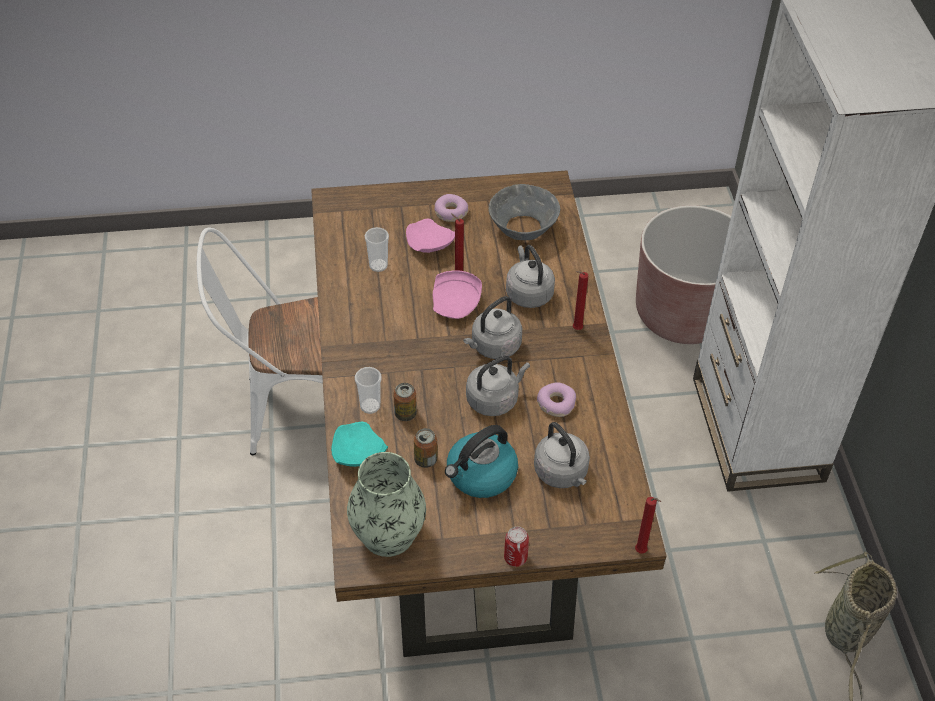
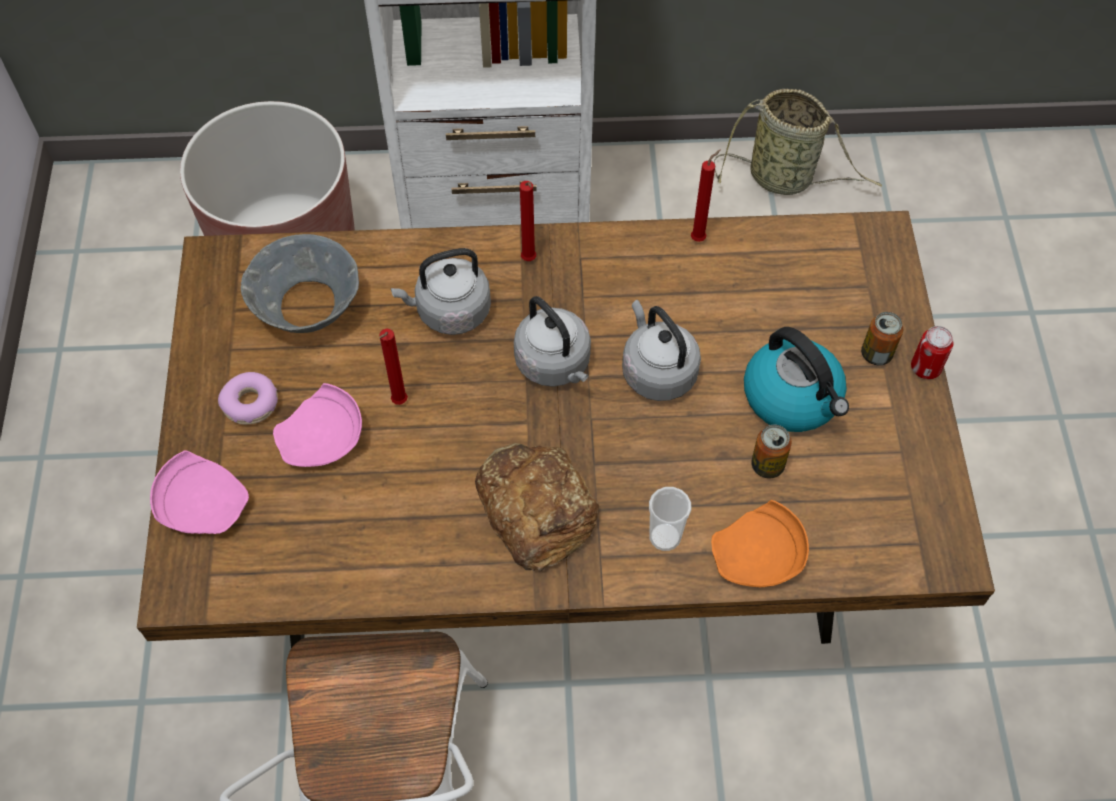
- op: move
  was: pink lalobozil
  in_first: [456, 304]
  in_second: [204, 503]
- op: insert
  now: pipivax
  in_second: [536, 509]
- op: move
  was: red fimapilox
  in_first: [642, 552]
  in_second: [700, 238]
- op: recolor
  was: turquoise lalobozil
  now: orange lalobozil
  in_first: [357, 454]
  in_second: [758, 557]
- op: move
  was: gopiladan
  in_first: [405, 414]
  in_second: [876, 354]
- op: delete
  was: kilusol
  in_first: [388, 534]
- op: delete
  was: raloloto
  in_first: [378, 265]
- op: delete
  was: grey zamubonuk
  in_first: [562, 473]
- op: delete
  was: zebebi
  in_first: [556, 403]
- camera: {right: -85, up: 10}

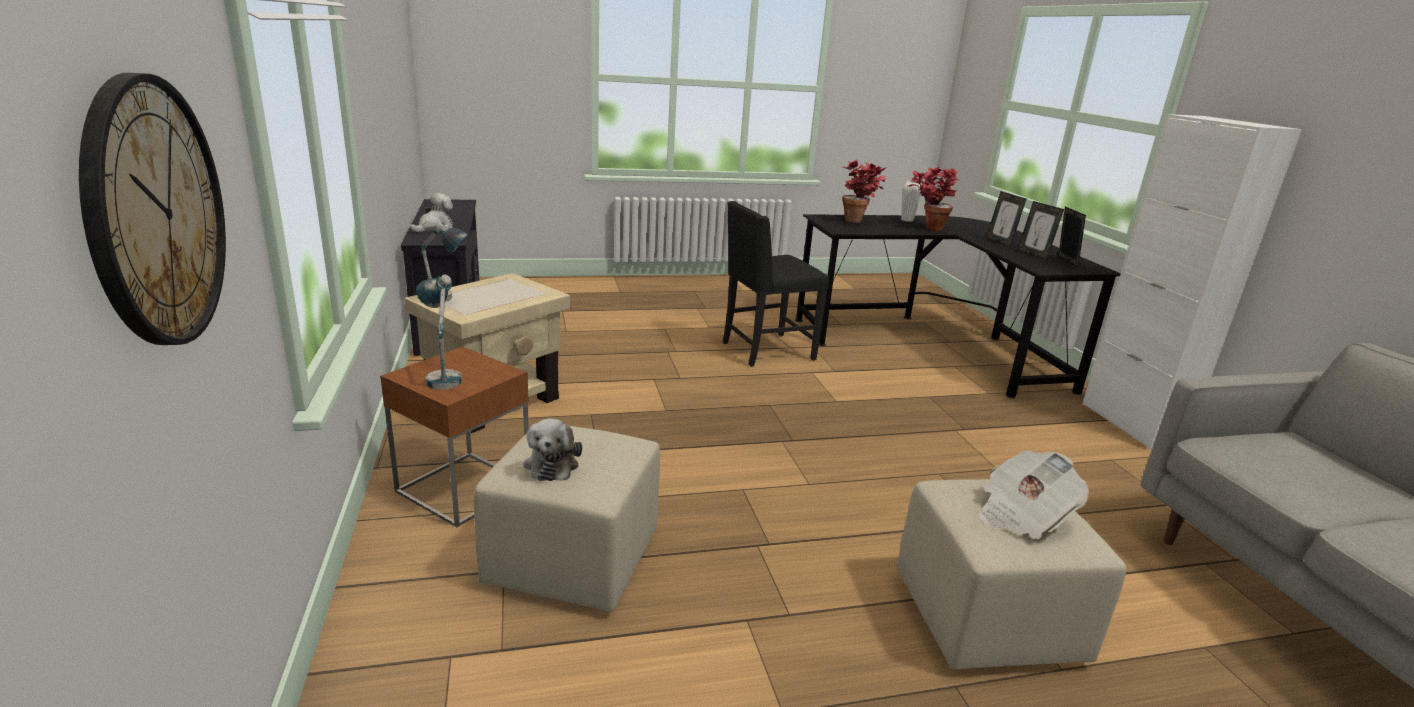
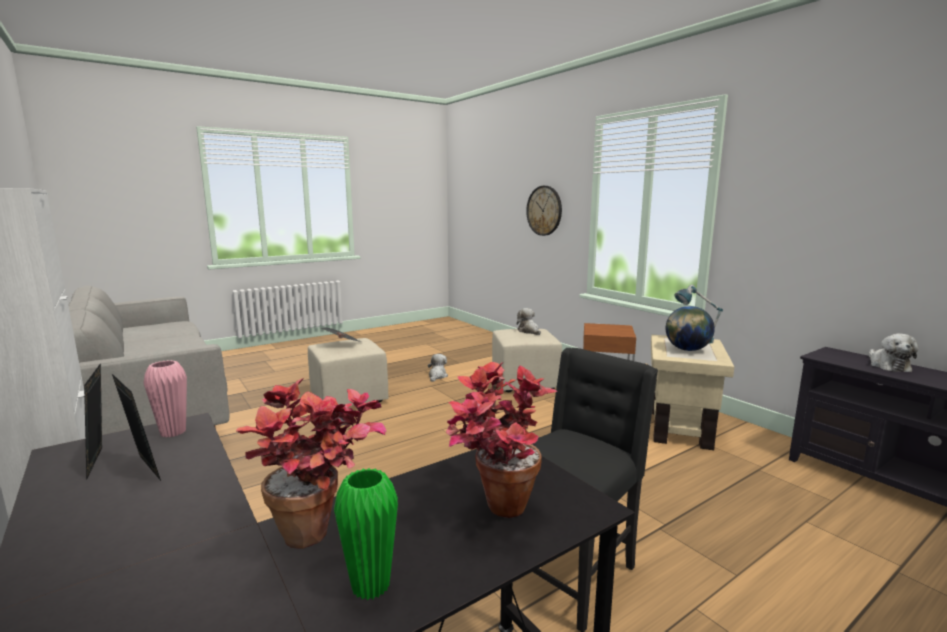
- op: insert
  now: pink kilusol
  in_second: [173, 432]
- op: recolor
  was: white kilusol
  now: green kilusol
  in_first: [907, 220]
  in_second: [370, 586]
- op: insert
  now: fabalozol
  in_second: [437, 376]
- op: insert
  now: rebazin
  in_second: [687, 350]
- op: delete
  was: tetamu
  in_first: [442, 375]
- op: delete
  was: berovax
  in_first: [1000, 242]
- camera: {right: 160, up: -10}

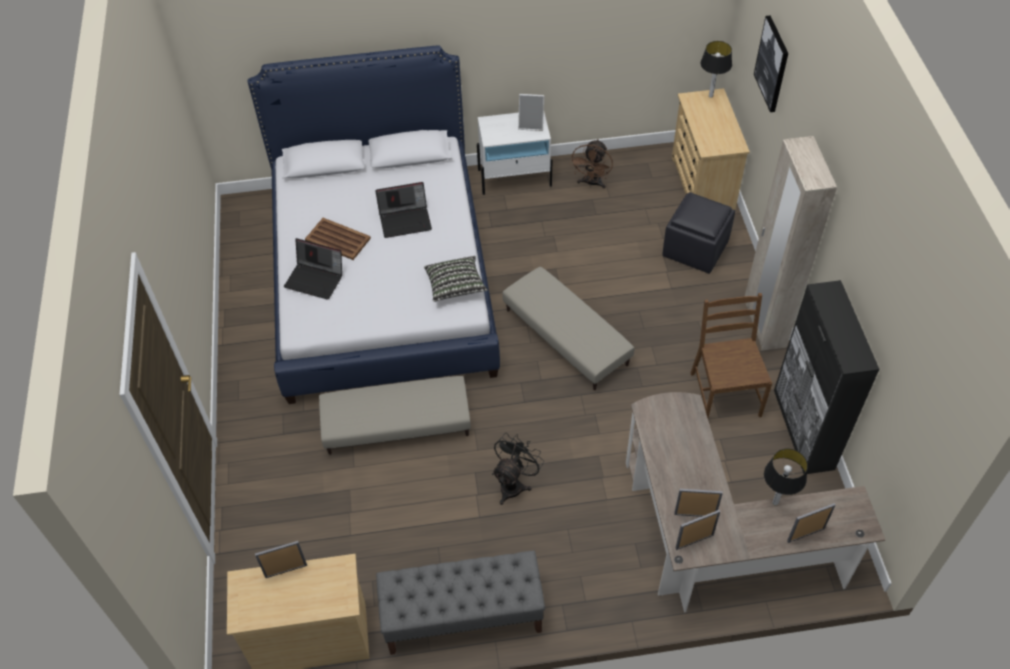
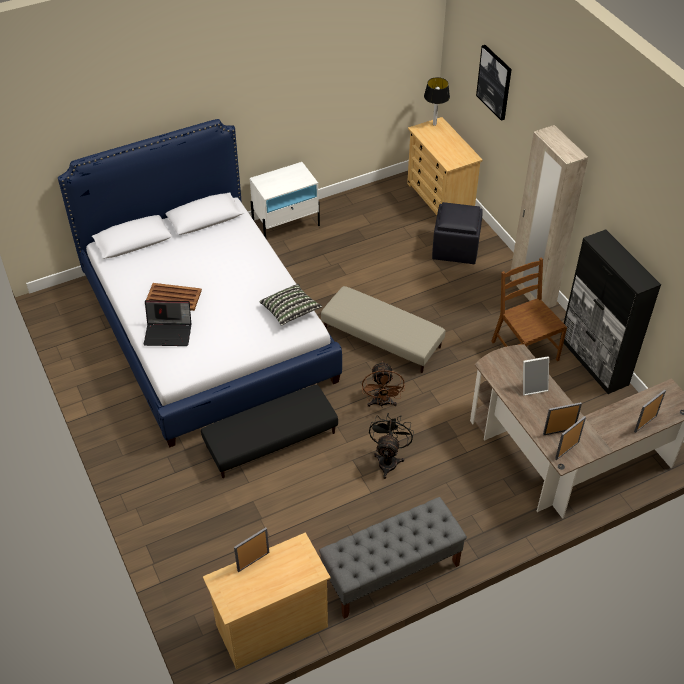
- op: recolor
  was: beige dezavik
  now: black dezavik
  in_first: [397, 424]
  in_second: [270, 439]
- op: move
  was: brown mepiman
  in_first: [591, 183]
  in_second: [381, 403]
- op: move
  was: berovax
  in_first: [531, 124]
  in_second: [533, 386]
- op: delete
  was: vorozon
  in_first: [406, 220]
- op: delete
  was: tetamu
  in_first: [775, 503]
- camera: {right: -20, up: -5}

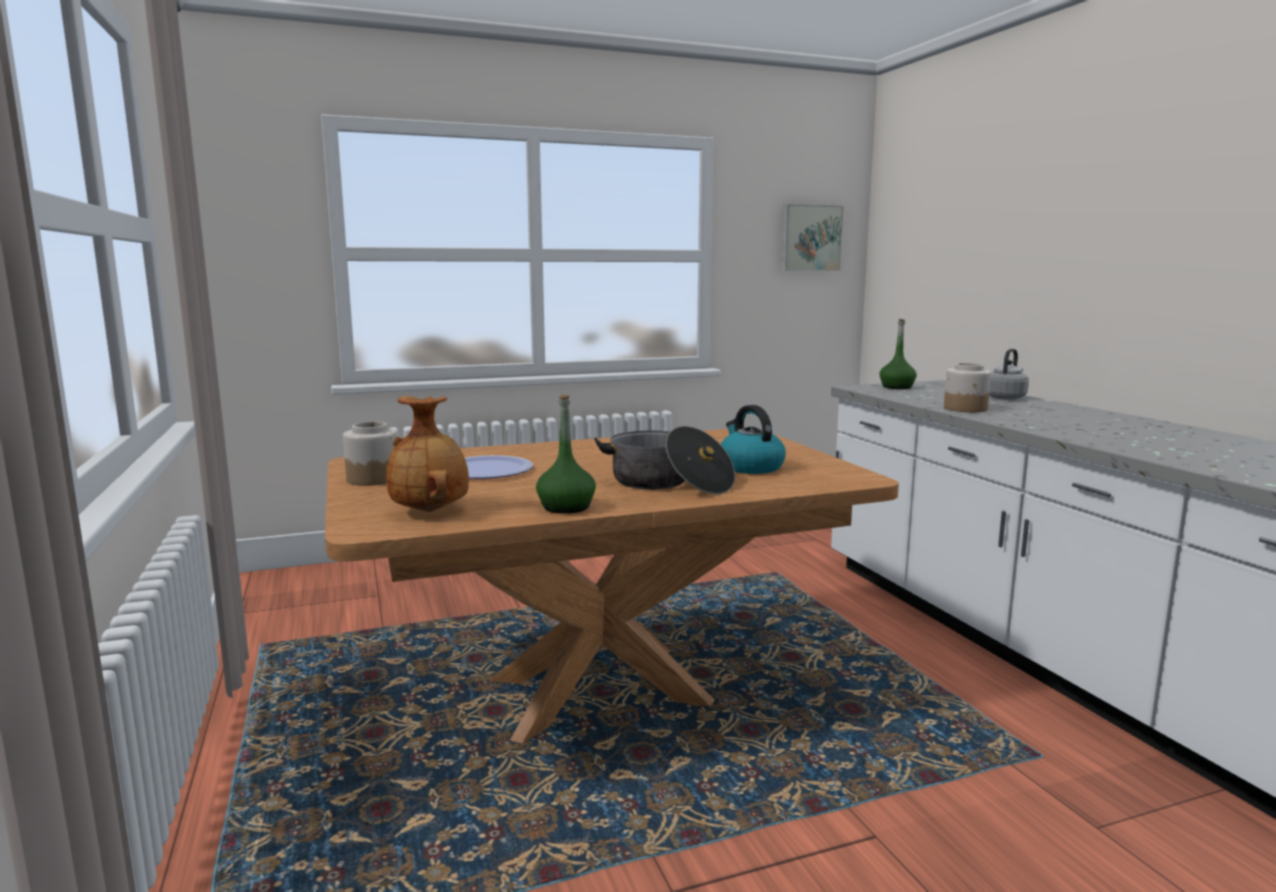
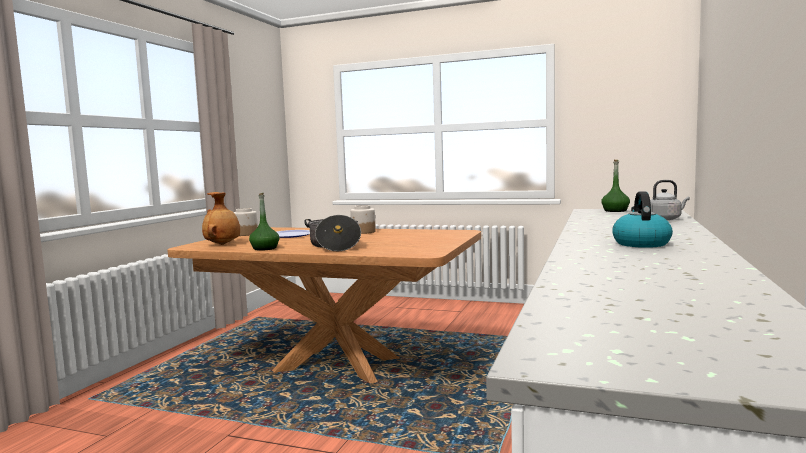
- op: move
  was: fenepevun
  in_first: [966, 409]
  in_second: [363, 232]
- op: move
  was: zamubonuk
  in_first: [750, 467]
  in_second: [640, 243]
- op: delete
  was: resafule
  in_first: [810, 238]
- camera: {right: 40, up: -5}

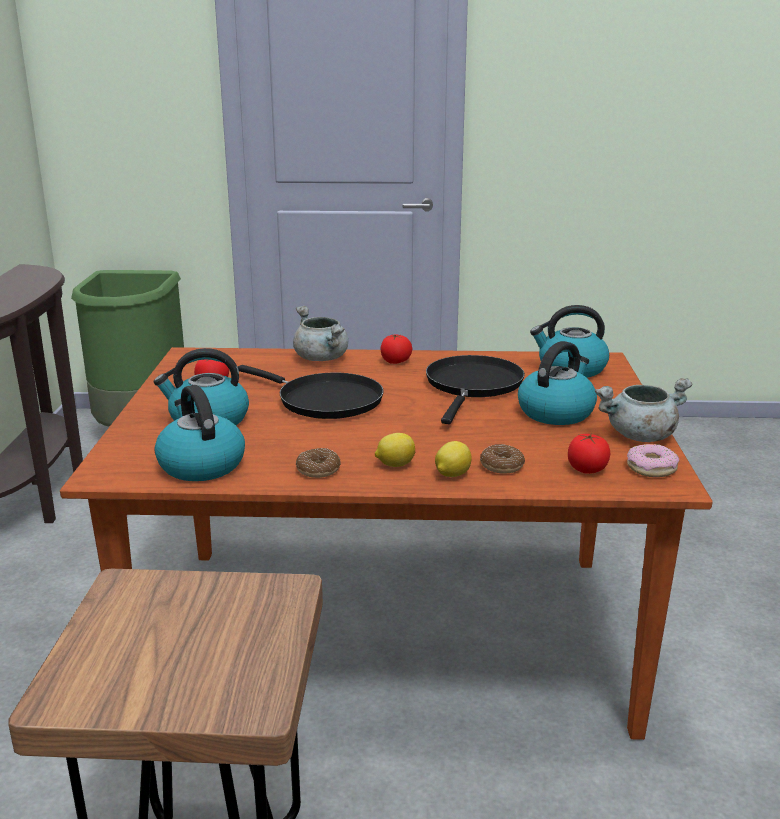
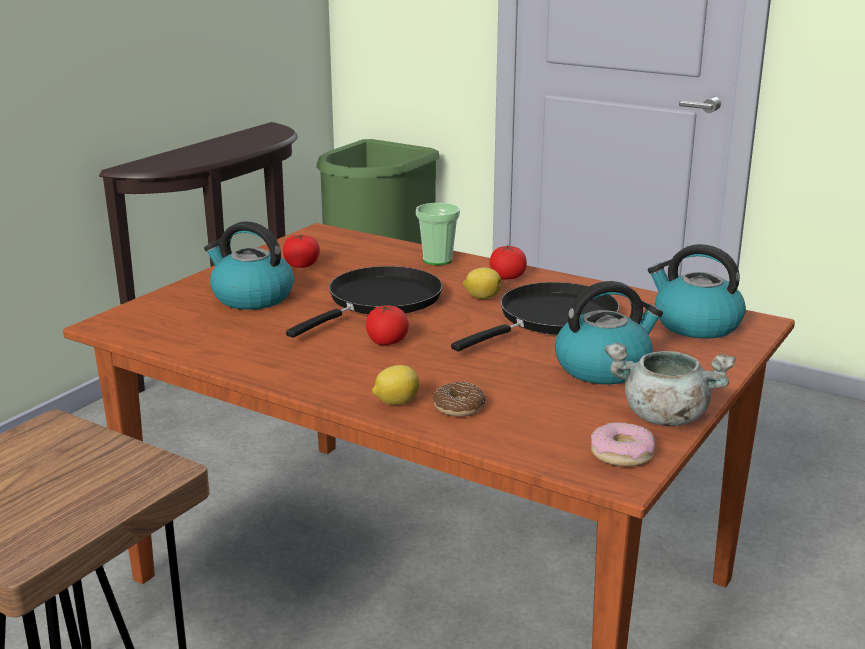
- op: rotate
  was: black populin
  in_first: [324, 400]
  in_second: [380, 301]
  clockwise: -120
- op: move
  was: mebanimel
  in_first: [587, 469]
  in_second: [387, 342]
- op: replace
  was: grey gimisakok
  now: raloloto
  in_first: [322, 359]
  in_second: [437, 260]
- op: move
  was: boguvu
  in_first: [395, 465]
  in_second: [481, 297]
- op: delete
  was: zamubonuk
  in_first: [200, 465]
- op: delete
  was: zebebi
  in_first: [318, 470]
- camera: {right: 30, up: 0}

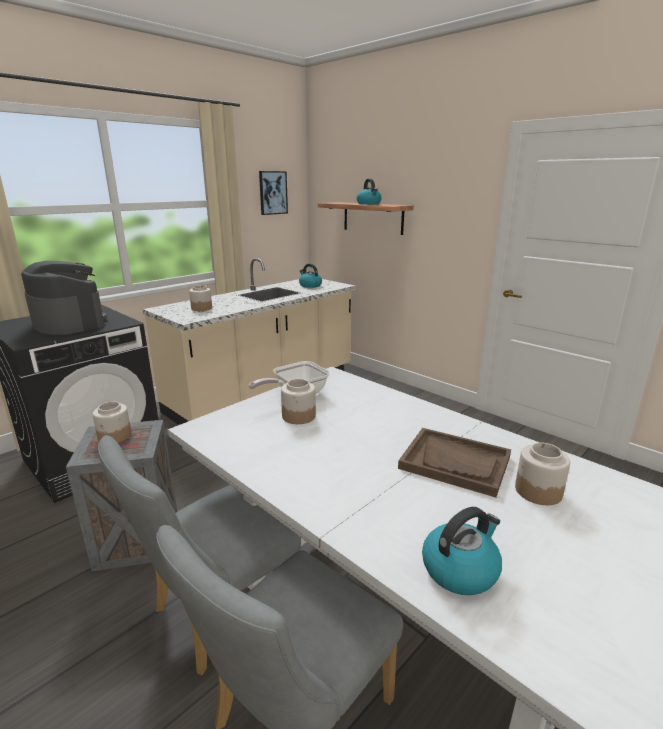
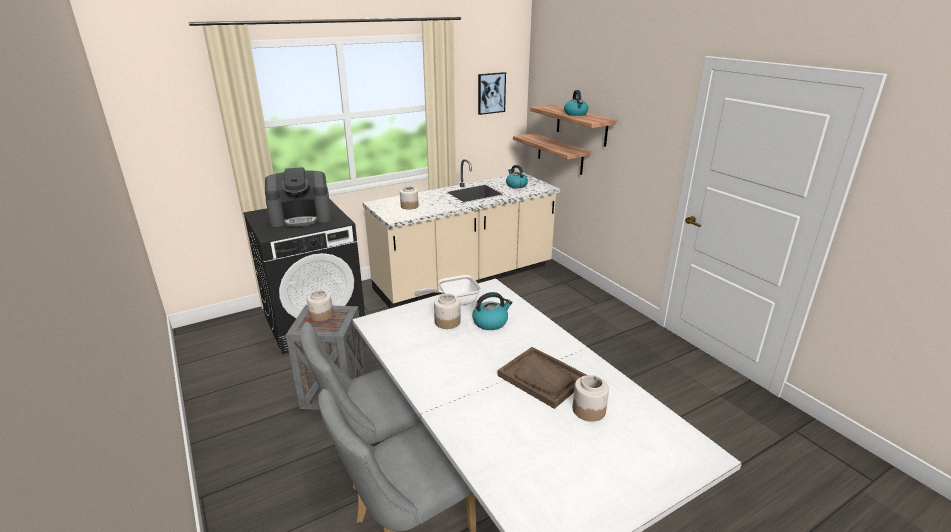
- op: rotate
  was: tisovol
  in_first: [69, 323]
  in_second: [301, 218]
  clockwise: 105
- op: move
  was: zamubonuk
  in_first: [460, 569]
  in_second: [490, 322]
- op: insert
  now: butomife
  in_second: [560, 153]
- camera: {right: 15, up: 5}

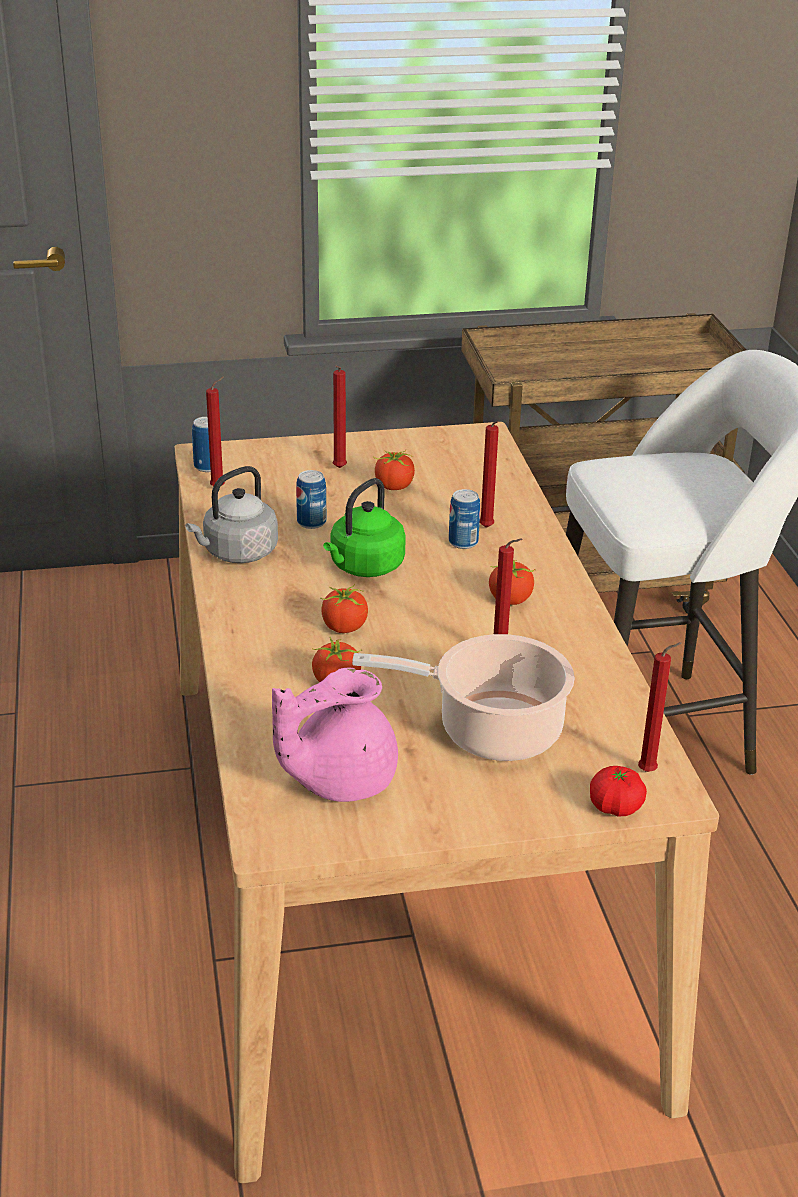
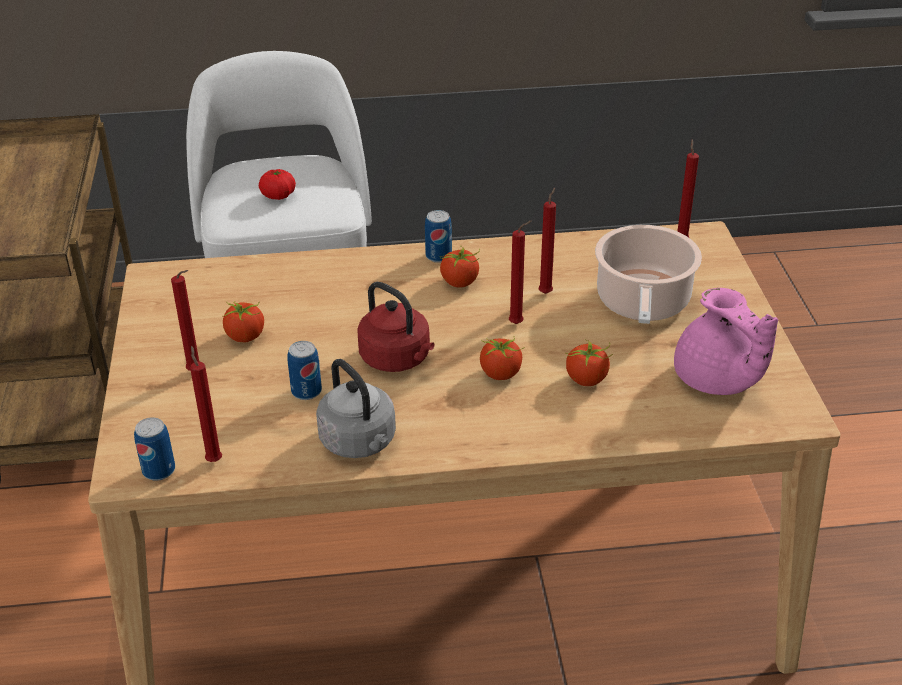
- op: move
  was: mebanimel
  in_first: [615, 806]
  in_second: [278, 195]
- op: recolor
  was: green zamubonuk
  now: red zamubonuk
  in_first: [364, 567]
  in_second: [398, 359]
- op: move
  was: gopiladan
  in_first: [463, 542]
  in_second: [438, 256]
- op: move
  was: red fimapilox
  in_first: [487, 529]
  in_second: [518, 323]
- camera: {right: -85, up: 5}

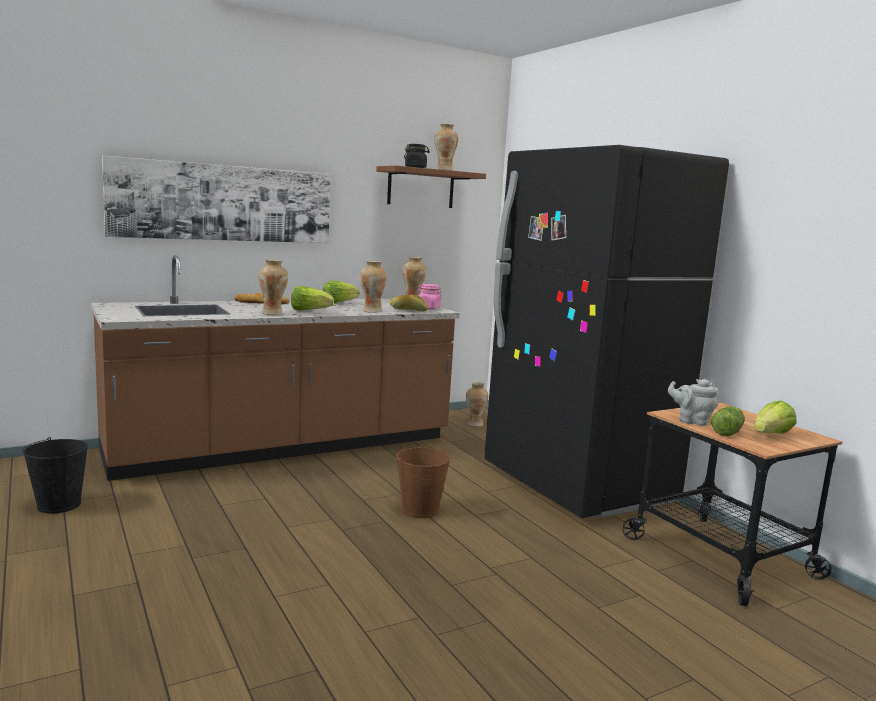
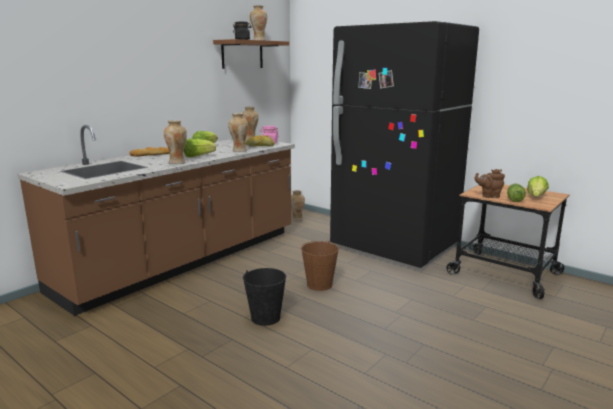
- op: move
  was: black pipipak
  in_first: [59, 504]
  in_second: [265, 317]
- op: recolor
  was: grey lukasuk
  now: brown lukasuk
  in_first: [691, 421]
  in_second: [489, 196]
- op: delete
  was: resafule
  in_first: [224, 203]
- camera: {right: -20, up: 5}

